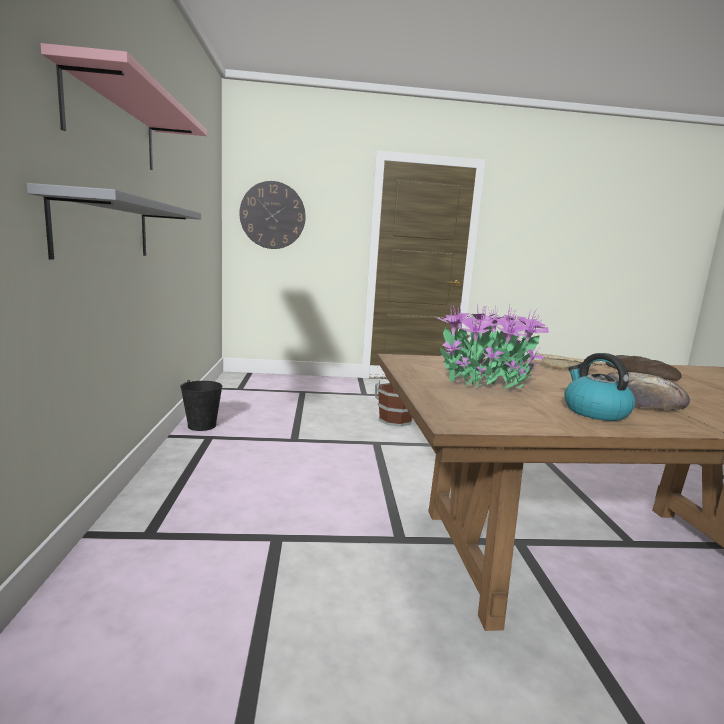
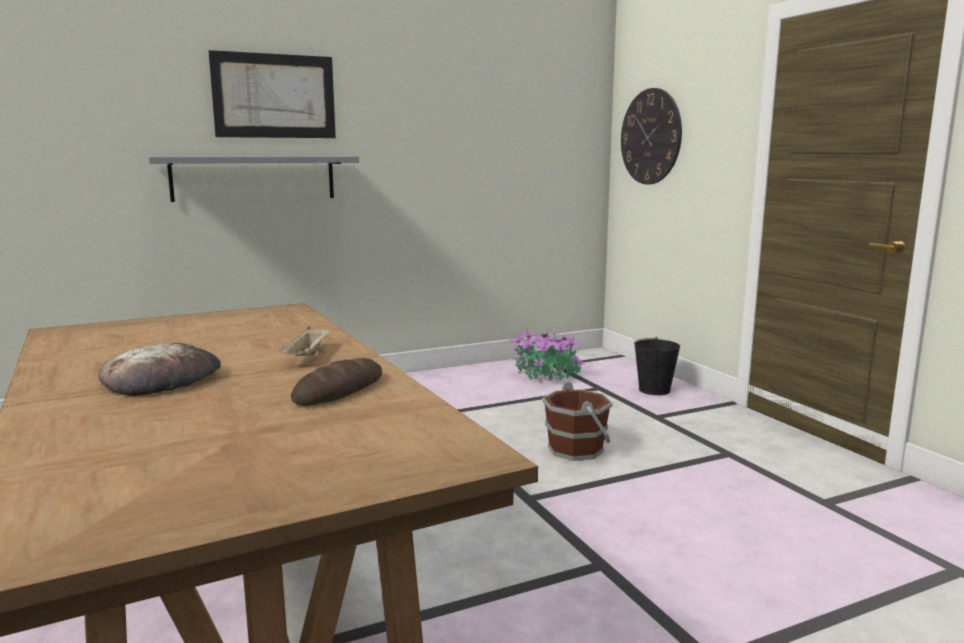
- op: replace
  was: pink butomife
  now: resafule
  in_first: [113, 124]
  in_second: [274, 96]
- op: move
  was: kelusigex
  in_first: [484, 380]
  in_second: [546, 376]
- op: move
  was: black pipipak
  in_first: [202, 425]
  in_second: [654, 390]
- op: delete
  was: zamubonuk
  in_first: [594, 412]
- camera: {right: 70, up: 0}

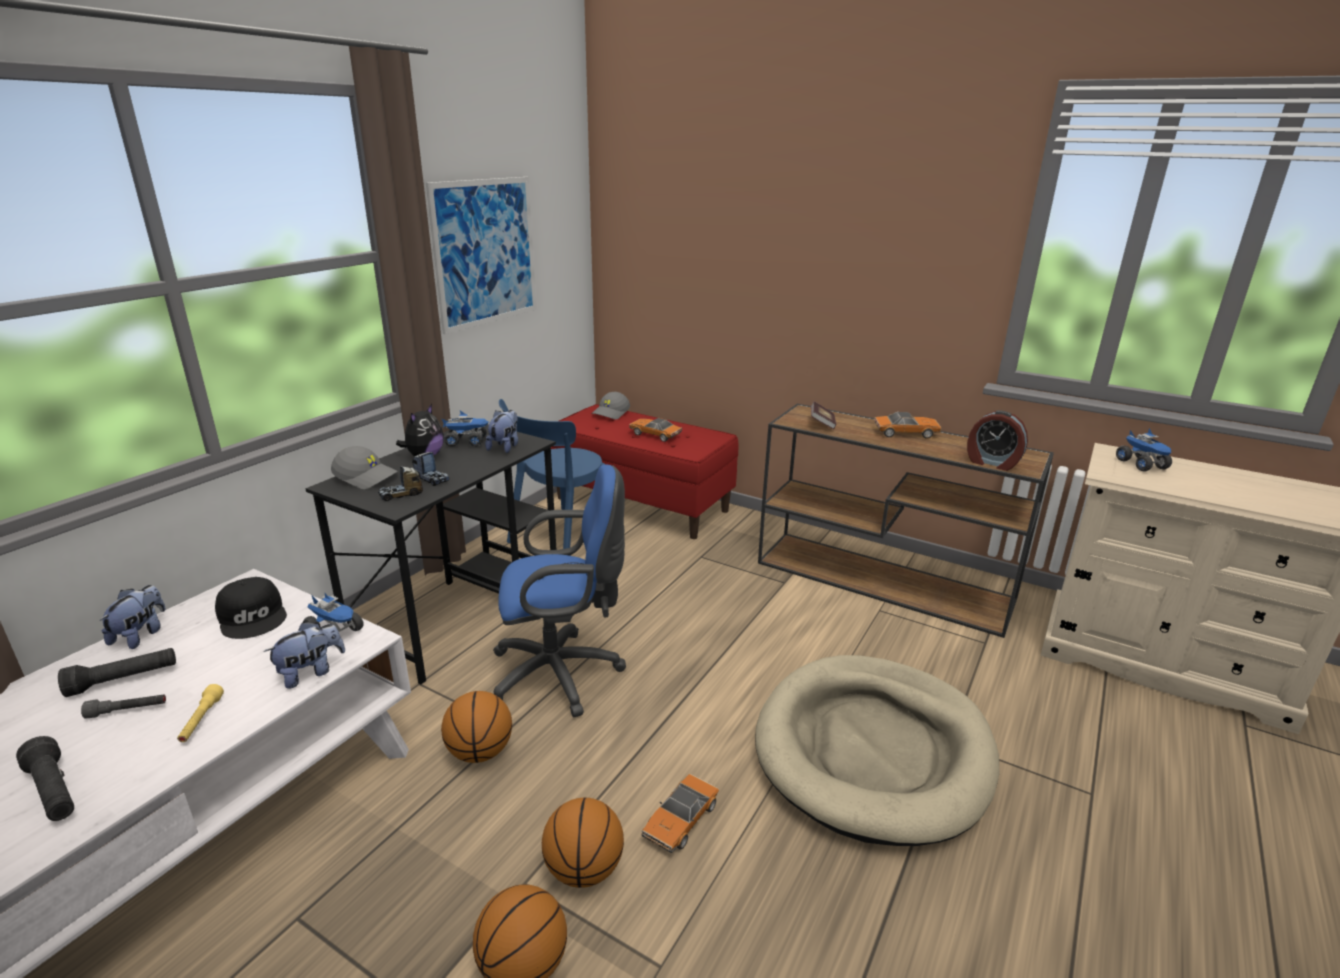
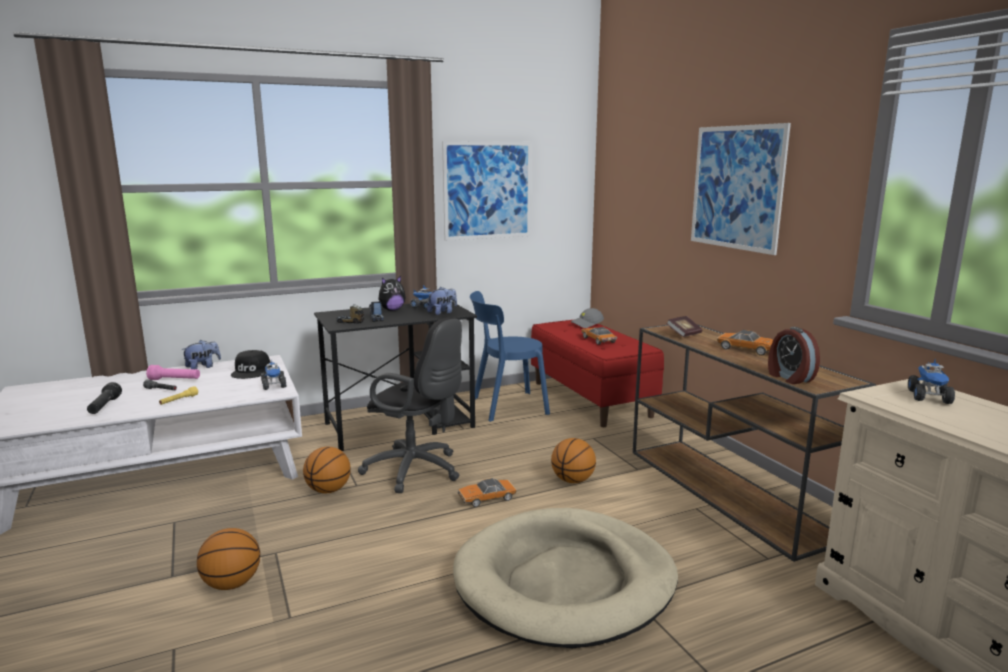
- op: recolor
  was: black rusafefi
  now: pink rusafefi
  in_first: [123, 680]
  in_second: [175, 380]
- op: recolor
  was: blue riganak
  now: black riganak
  in_first: [562, 674]
  in_second: [417, 471]
- op: move
  was: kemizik
  in_first: [680, 820]
  in_second: [487, 498]
- op: move
  was: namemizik
  in_first: [584, 869]
  in_second: [573, 480]
- op: insert
  now: resafule
  in_second: [736, 187]
- op: delete
  was: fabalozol
  in_first: [311, 672]
- op: delete
  was: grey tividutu
  in_first: [366, 476]
- camera: {right: 35, up: -10}

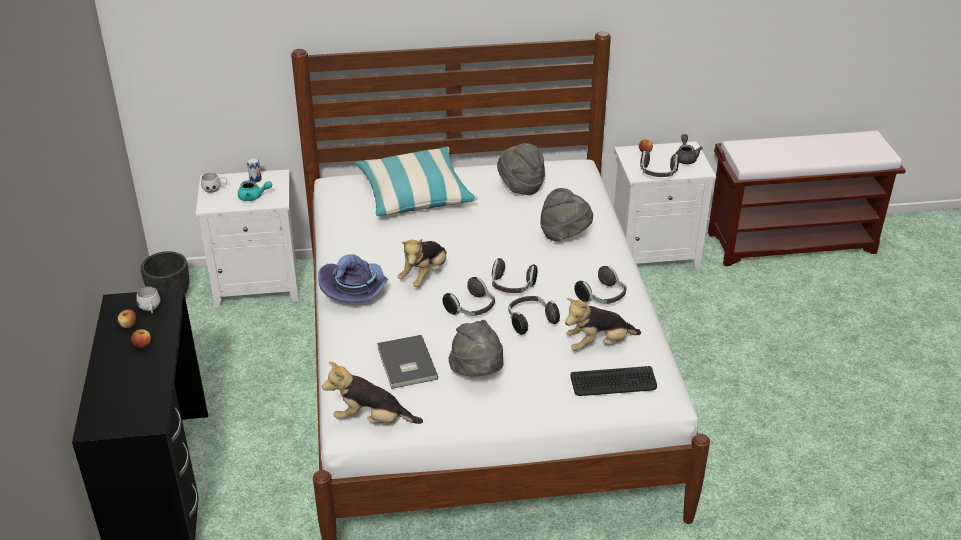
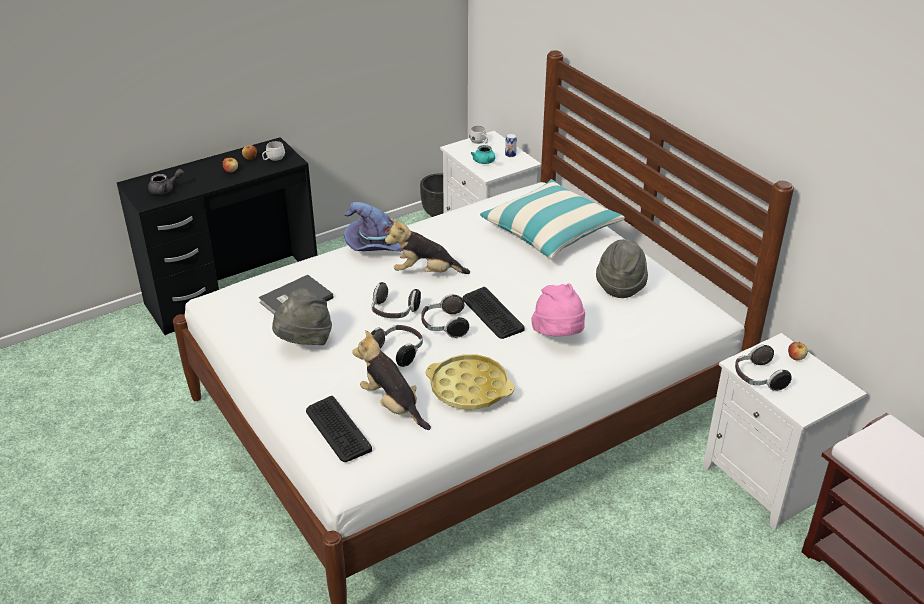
- op: move
  was: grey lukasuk
  in_first: [685, 158]
  in_second: [165, 190]
- op: replace
  was: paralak
  now: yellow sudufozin
  in_first: [602, 297]
  in_second: [469, 388]
- op: insert
  now: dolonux
  in_second: [492, 314]
- op: recolor
  was: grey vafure
  now: pink vafure
  in_first: [564, 235]
  in_second: [558, 336]
- op: delete
  was: fabalozol
  in_first: [372, 420]
- camera: {right: 65, up: 0}

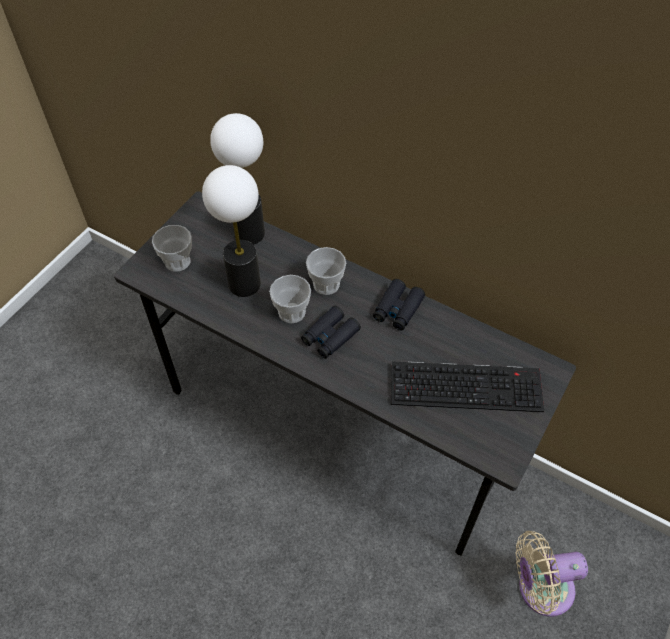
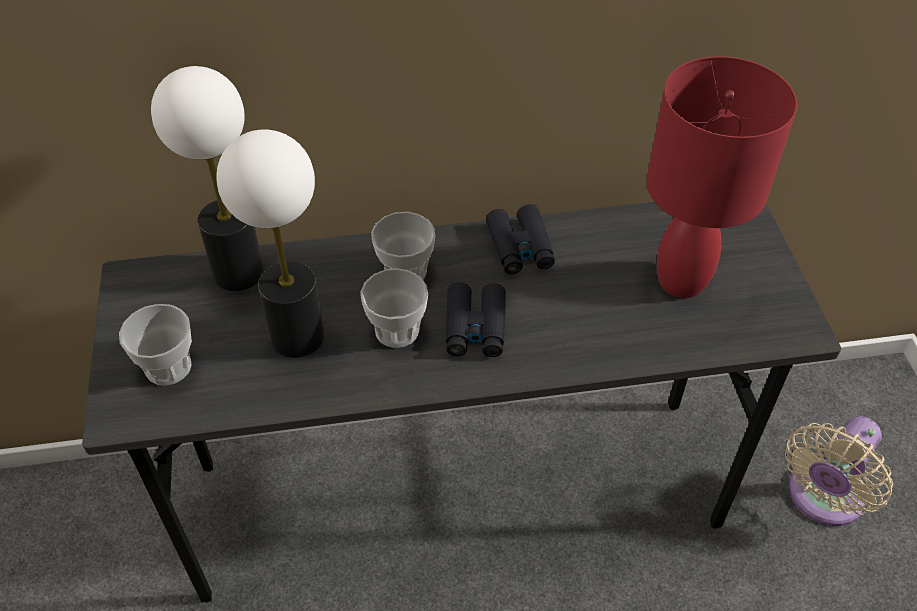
- op: replace
  was: dolonux
  now: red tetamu
  in_first: [467, 385]
  in_second: [681, 279]
- camera: {right: -40, up: -5}

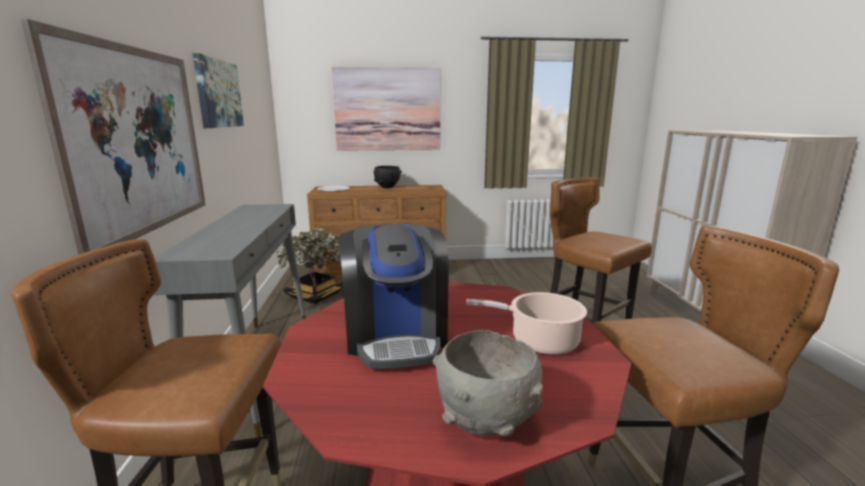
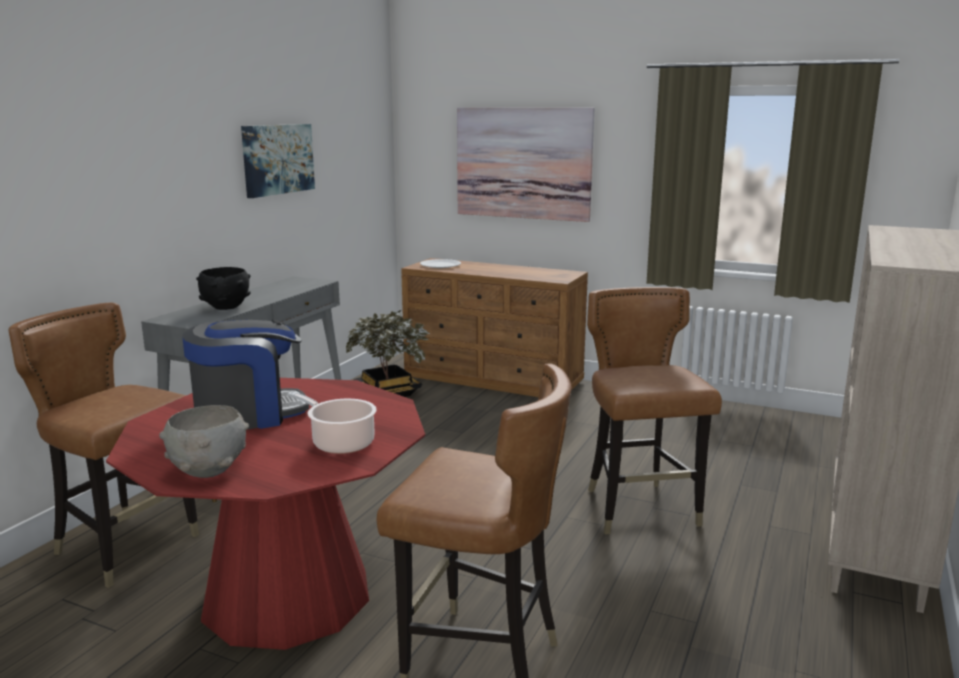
- op: rotate
  was: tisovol
  in_first: [396, 336]
  in_second: [249, 414]
  clockwise: -135
- op: move
  was: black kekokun
  in_first: [387, 187]
  in_second: [226, 308]
- op: delete
  was: resafule
  in_first: [139, 141]
- camera: {right: 30, up: 0}

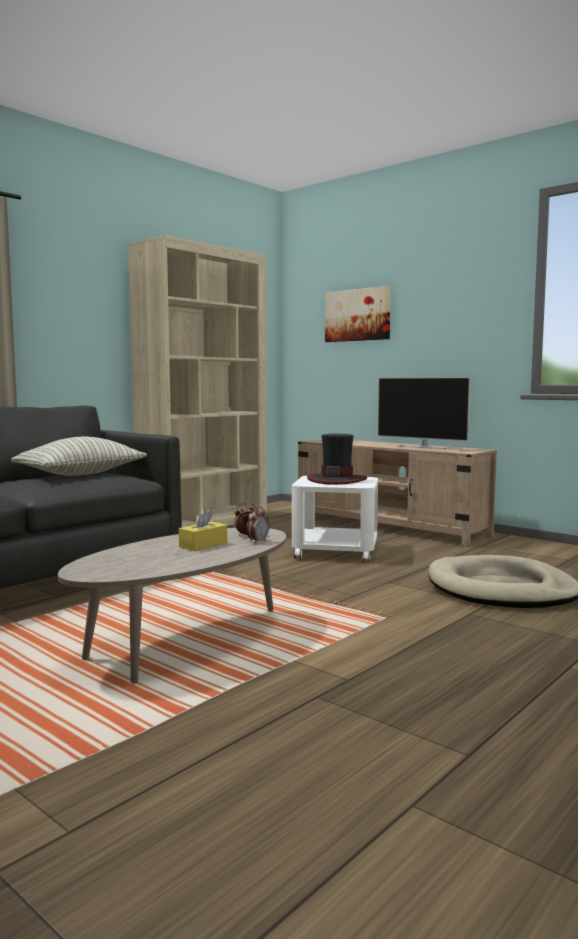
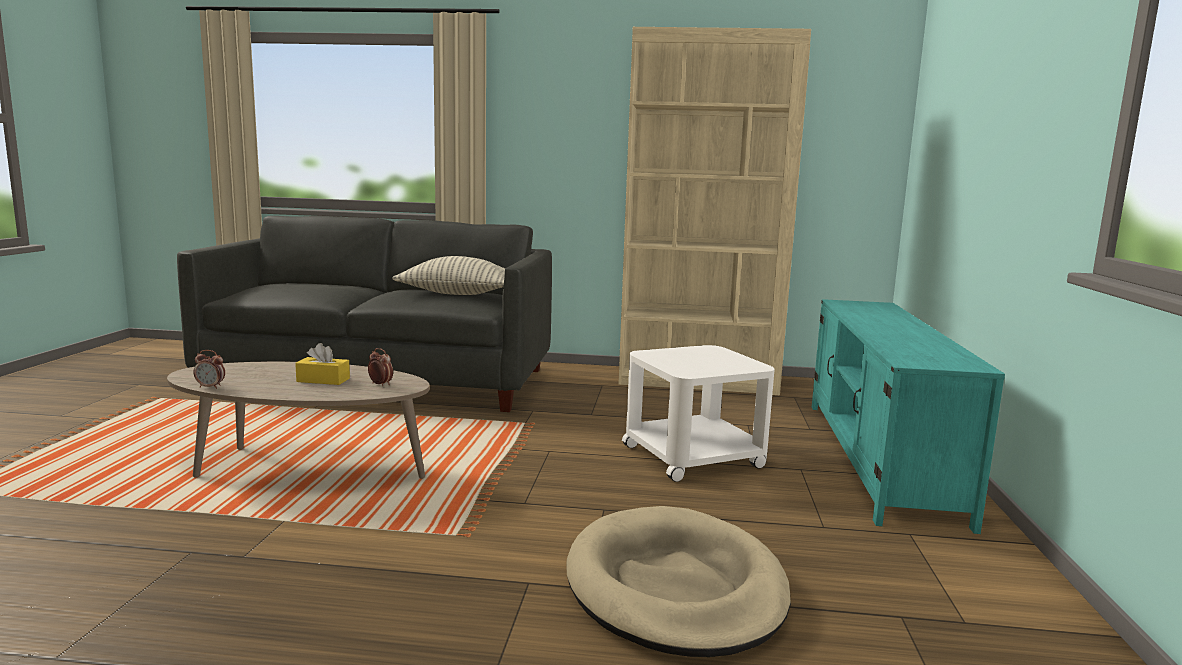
- op: move
  was: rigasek
  in_first: [258, 541]
  in_second: [210, 387]
- op: recolor
  was: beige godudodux
  now: turquoise godudodux
  in_first: [389, 527]
  in_second: [878, 458]
- op: delete
  was: vafure
  in_first: [337, 480]
- op: delete
  was: resafule
  in_first: [357, 315]
- op: delete
  was: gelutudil
  in_first: [422, 447]
- camera: {right: 55, up: 5}

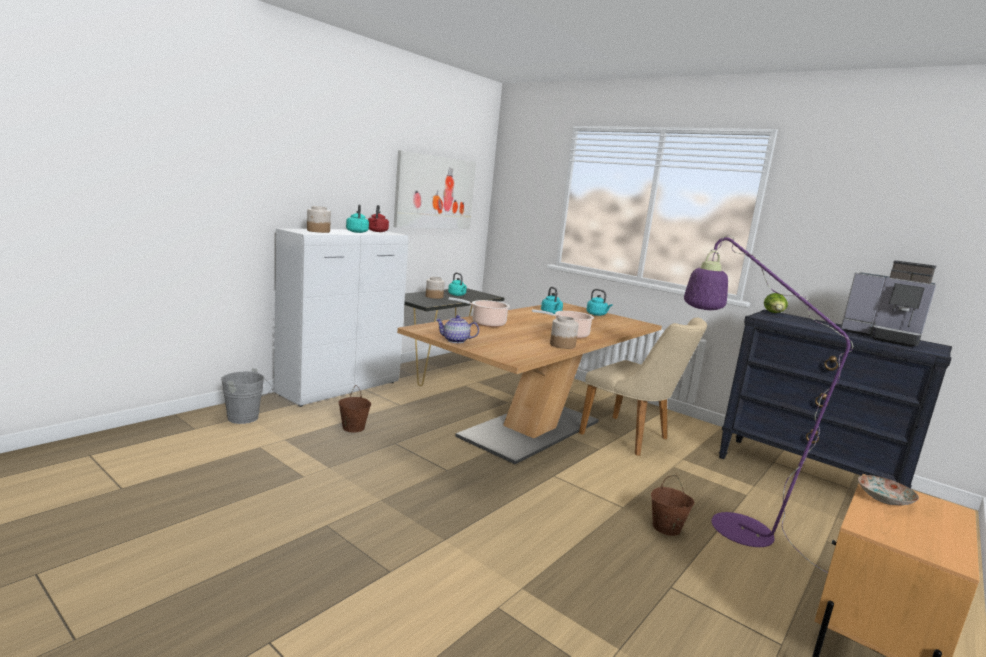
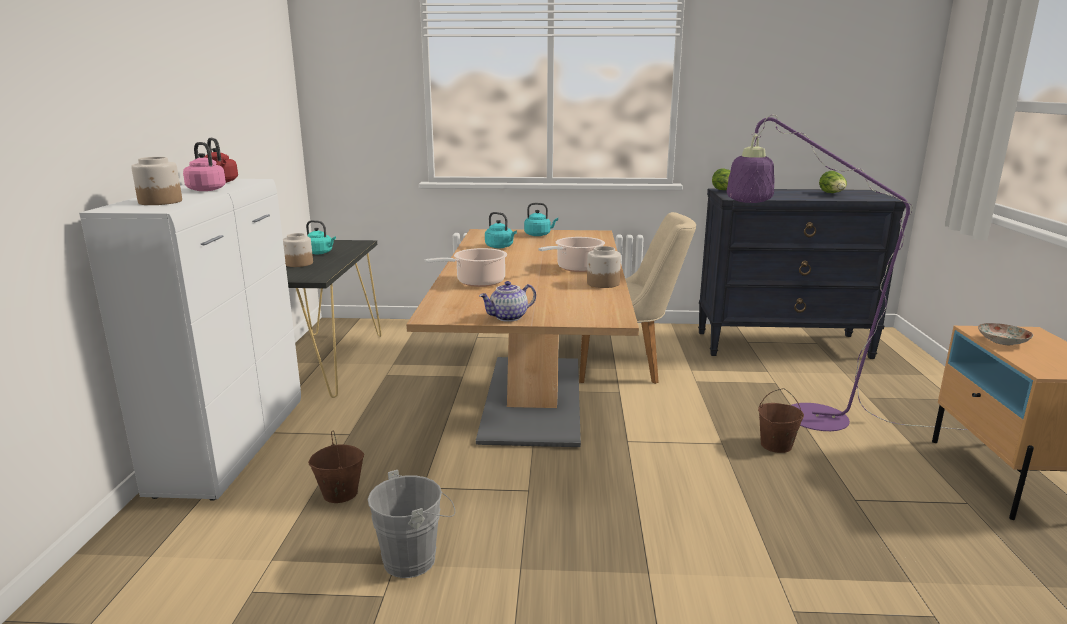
- op: recolor
  was: turquoise zamubonuk
  now: pink zamubonuk
  in_first: [357, 232]
  in_second: [205, 189]
- op: move
  was: grey pipipak
  in_first: [246, 418]
  in_second: [415, 558]
- op: replace
  was: tisovol
  now: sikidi
  in_first: [882, 337]
  in_second: [833, 194]
- op: delete
  was: resafule
  in_first: [435, 192]
- camera: {right: -35, up: 5}

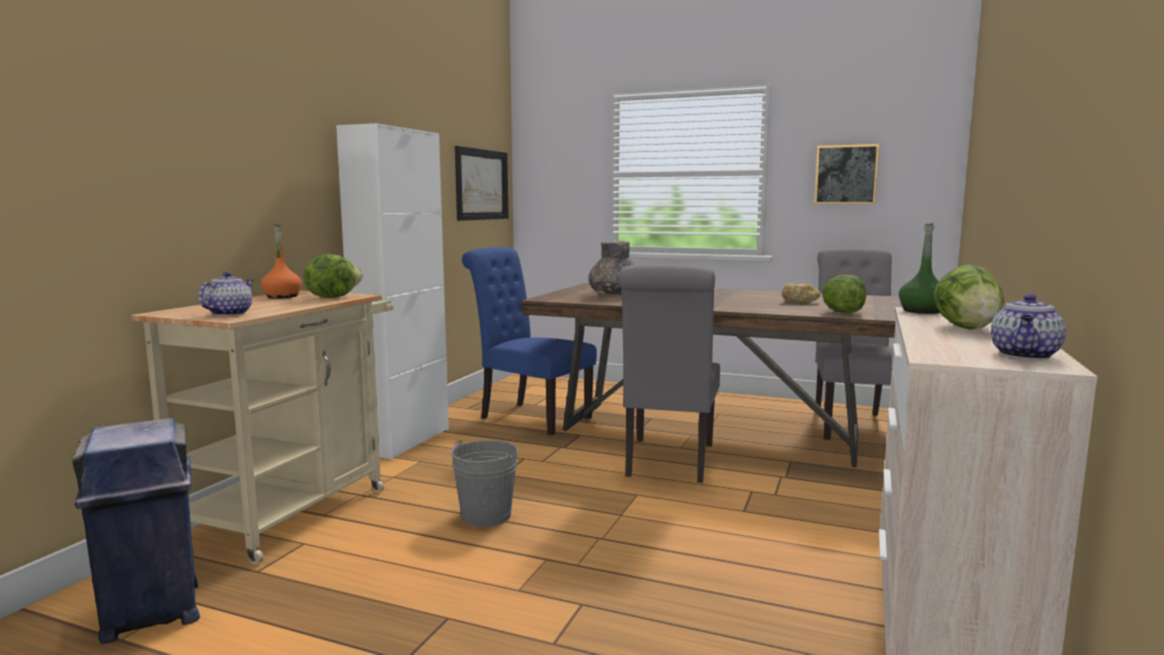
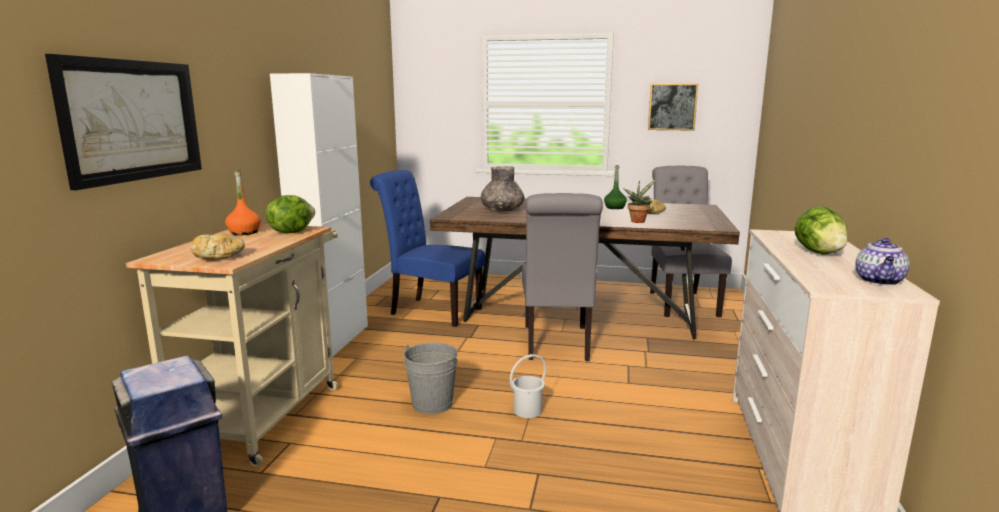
- op: move
  was: resafule
  in_first: [481, 184]
  in_second: [132, 120]
- op: replace
  was: lukasuk
  now: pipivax
  in_first: [229, 313]
  in_second: [219, 257]
- op: insert
  now: white pipipak
  in_second: [527, 410]
- op: move
  was: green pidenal
  in_first: [922, 311]
  in_second: [614, 208]
- op: insert
  now: kelusigex
  in_second: [638, 221]
- op: delete
  was: sikidi
  in_first: [843, 312]
- camera: {right: -10, up: 5}

